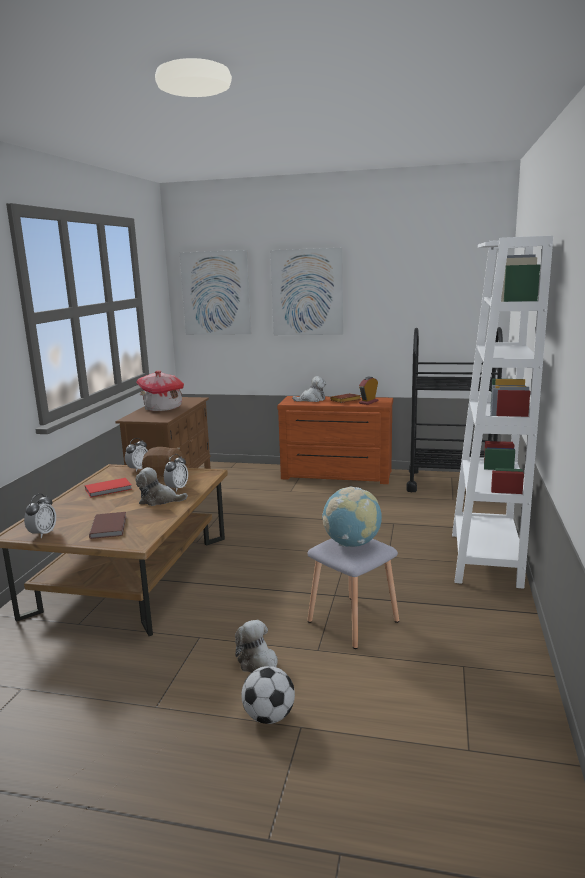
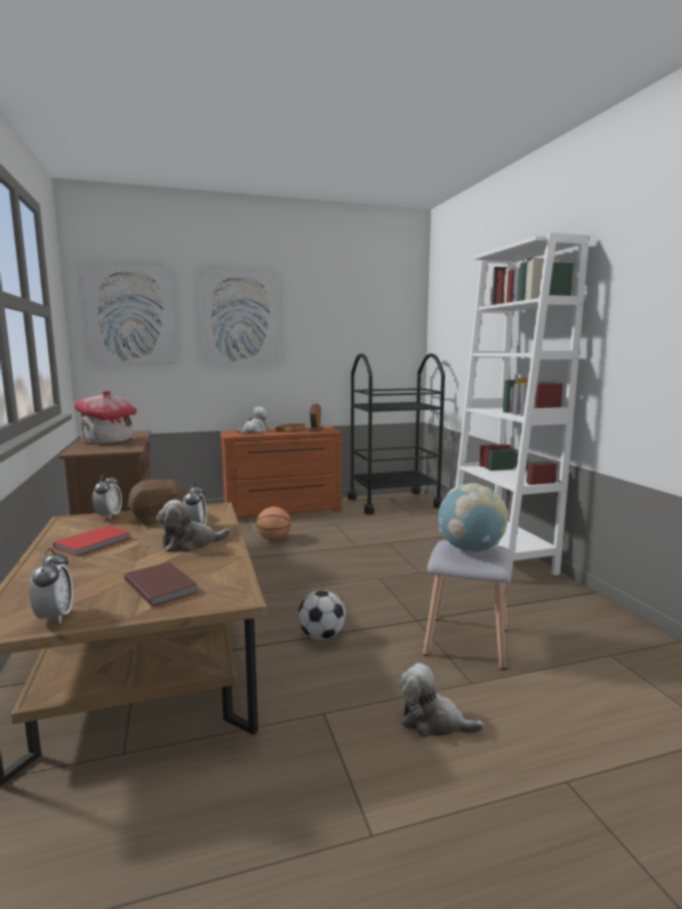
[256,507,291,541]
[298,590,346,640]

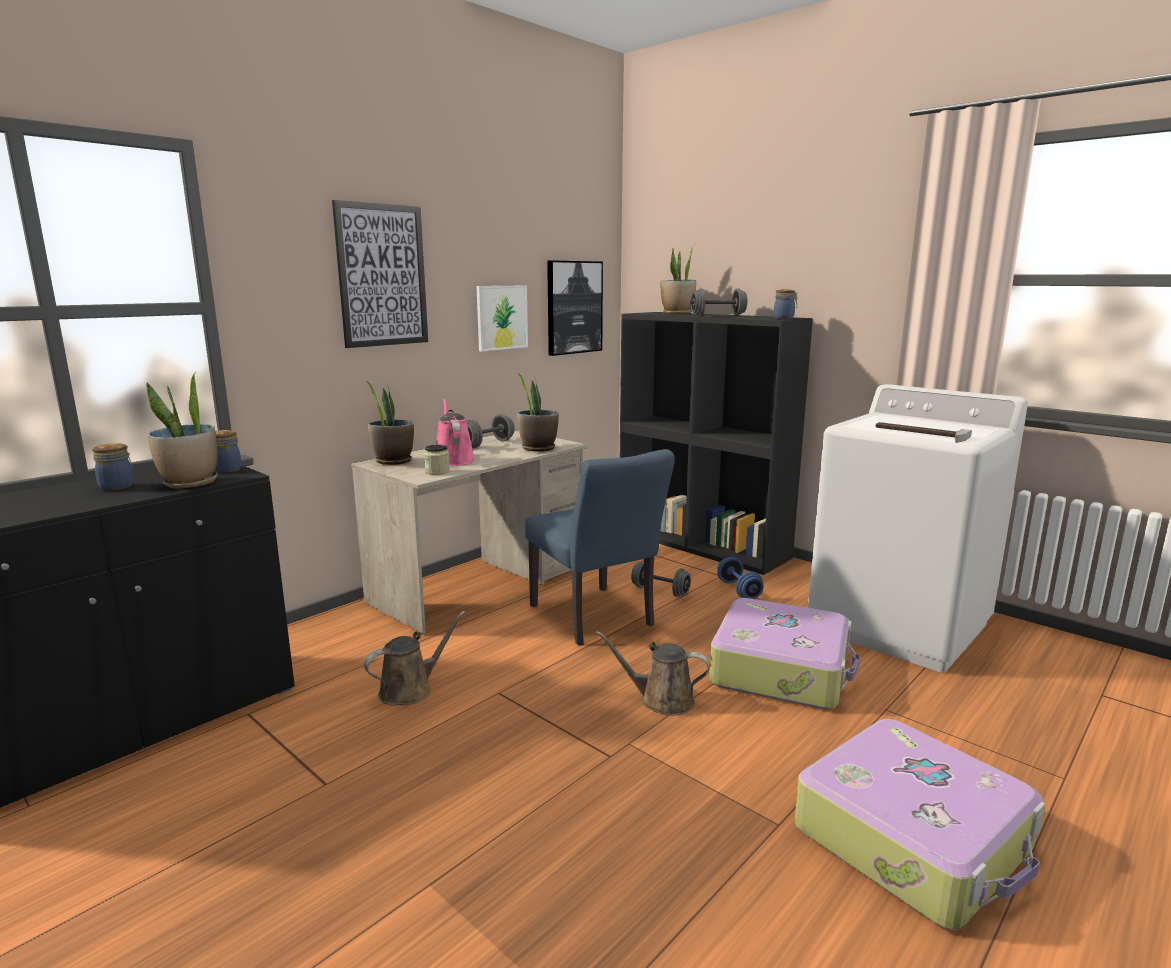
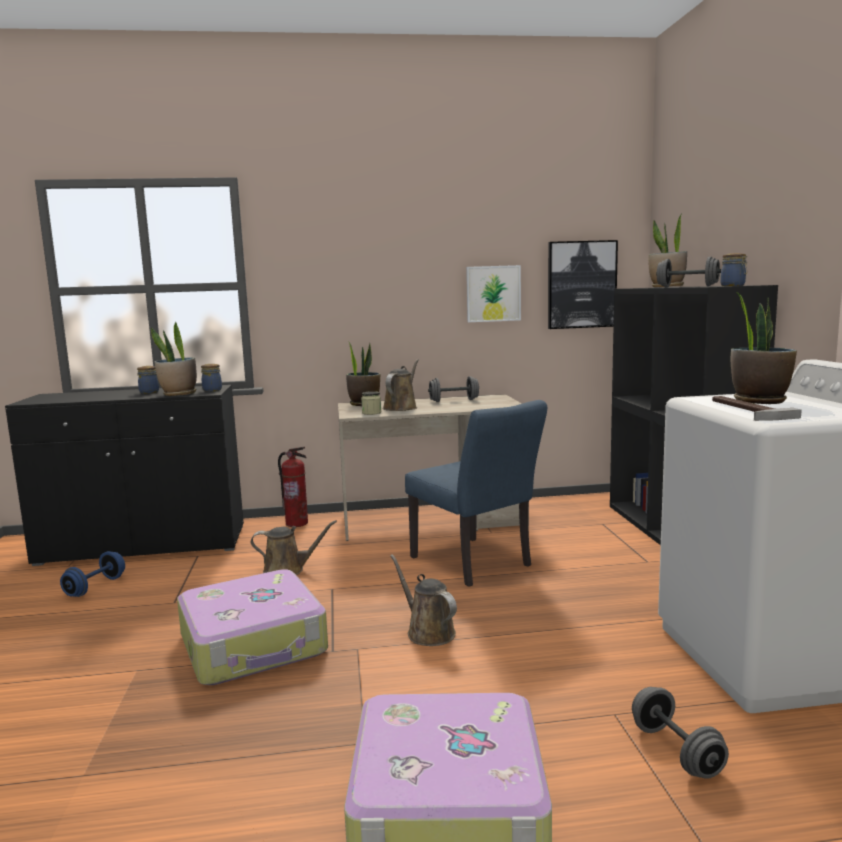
[60,551,125,597]
[177,569,328,685]
[278,447,308,527]
[383,359,419,411]
[405,400,547,587]
[632,687,729,779]
[731,292,797,404]
[332,200,428,348] (first image)

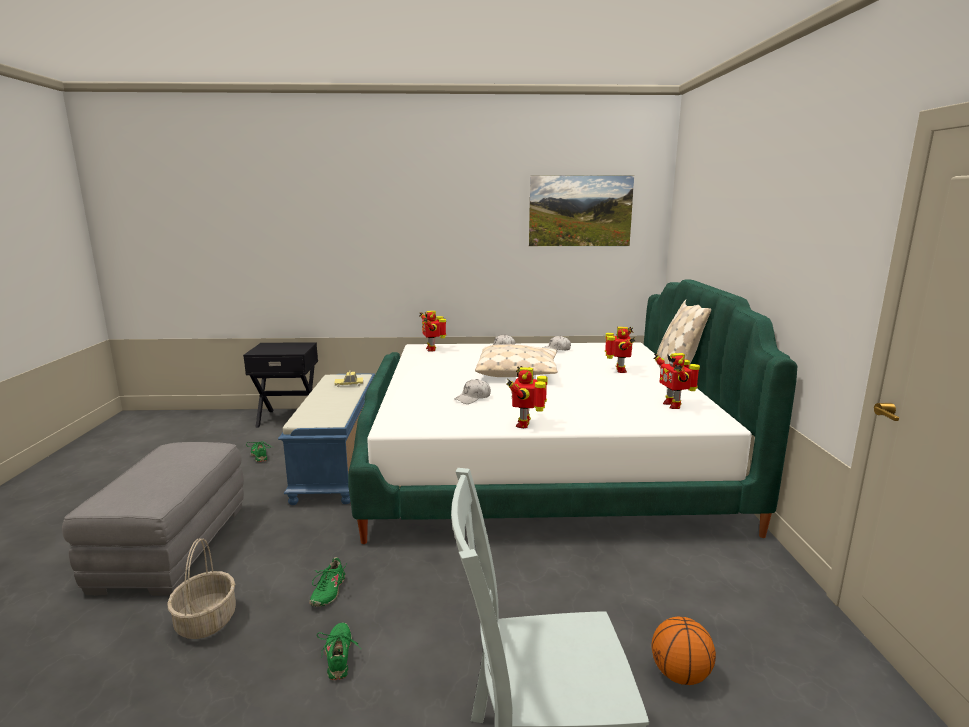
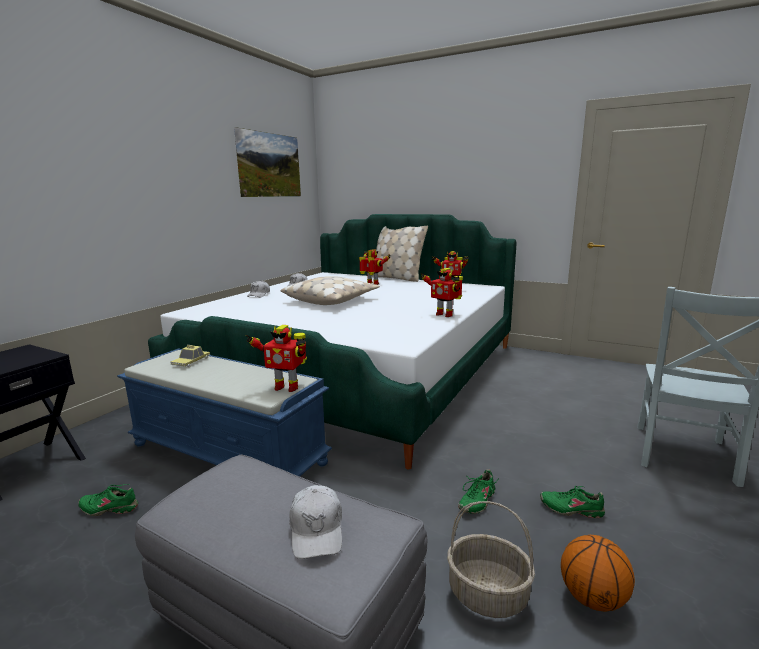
[246,325,307,392]
[289,485,342,559]
[458,469,497,514]
[561,535,635,611]

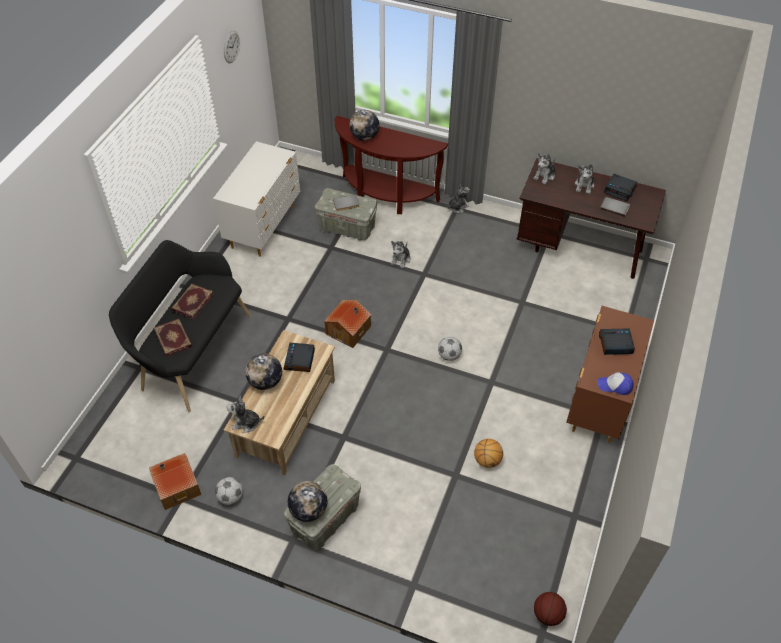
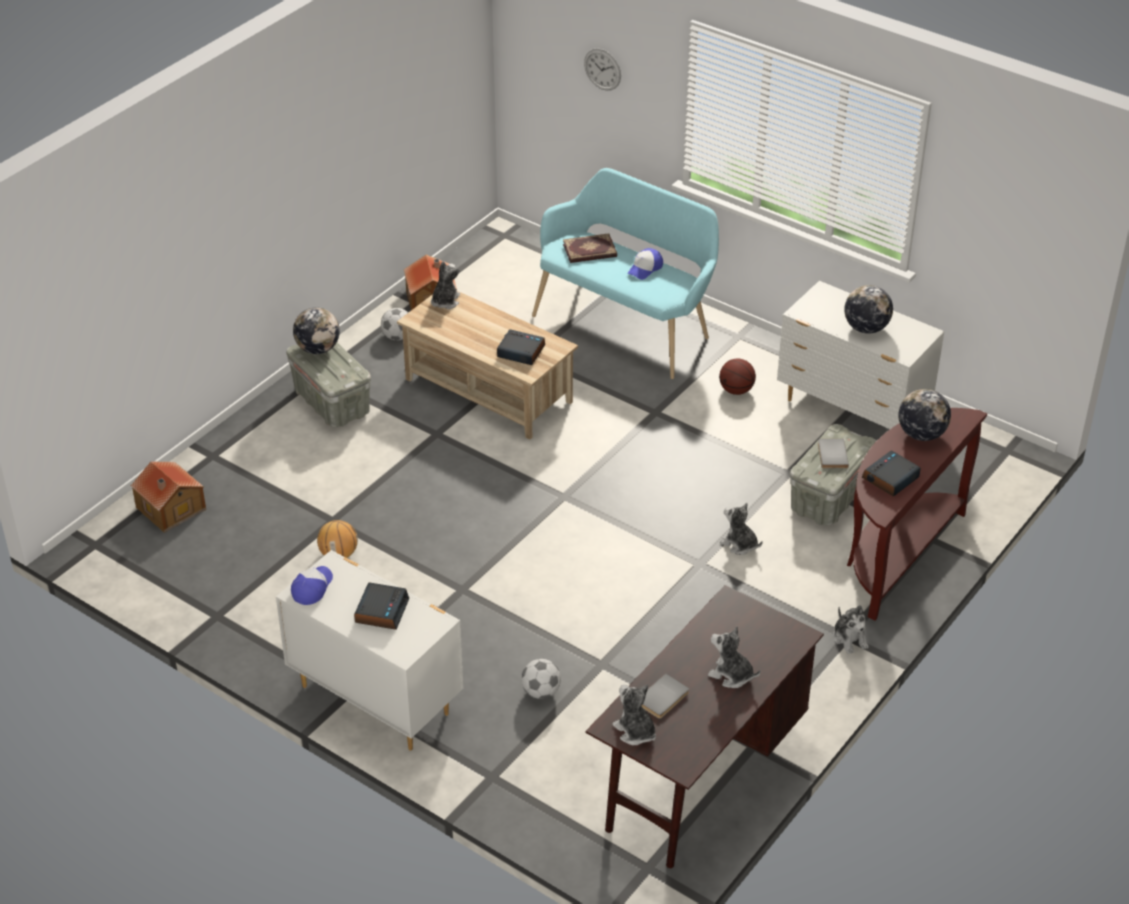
[131,461,206,533]
[276,550,464,751]
[521,659,561,699]
[532,168,719,379]
[584,49,621,91]
[612,684,656,745]
[627,248,663,280]
[719,359,756,395]
[844,285,893,334]
[861,450,921,497]

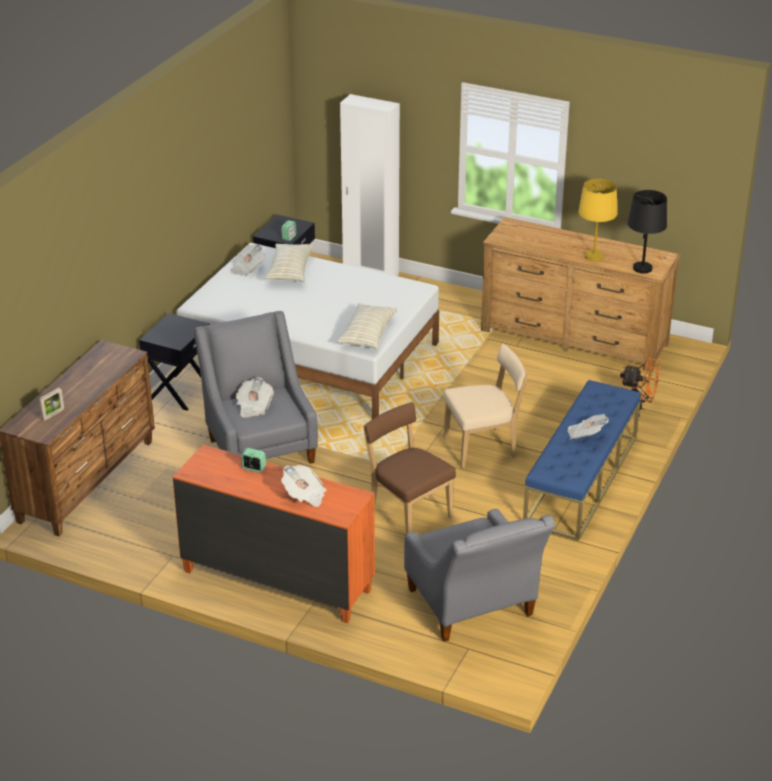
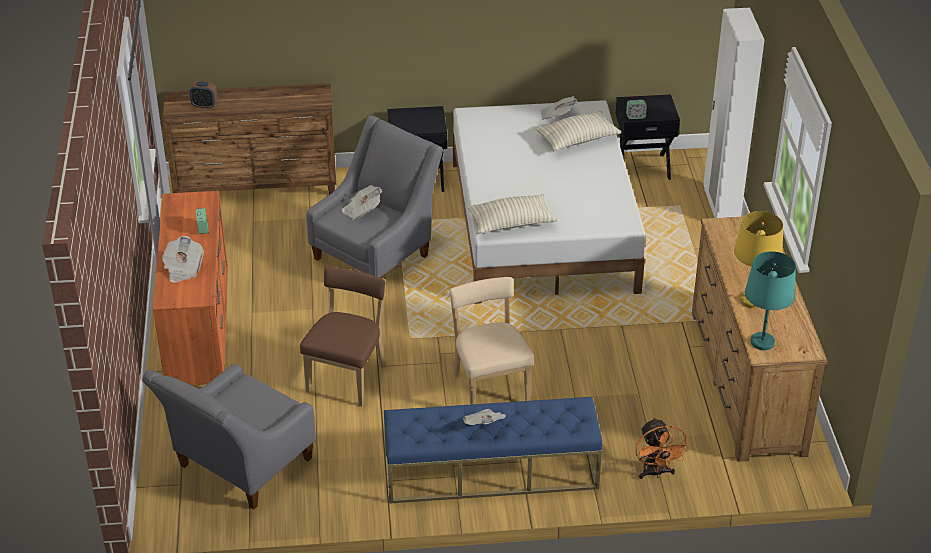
[189,82,217,109]
[449,277,534,405]
[745,251,796,350]

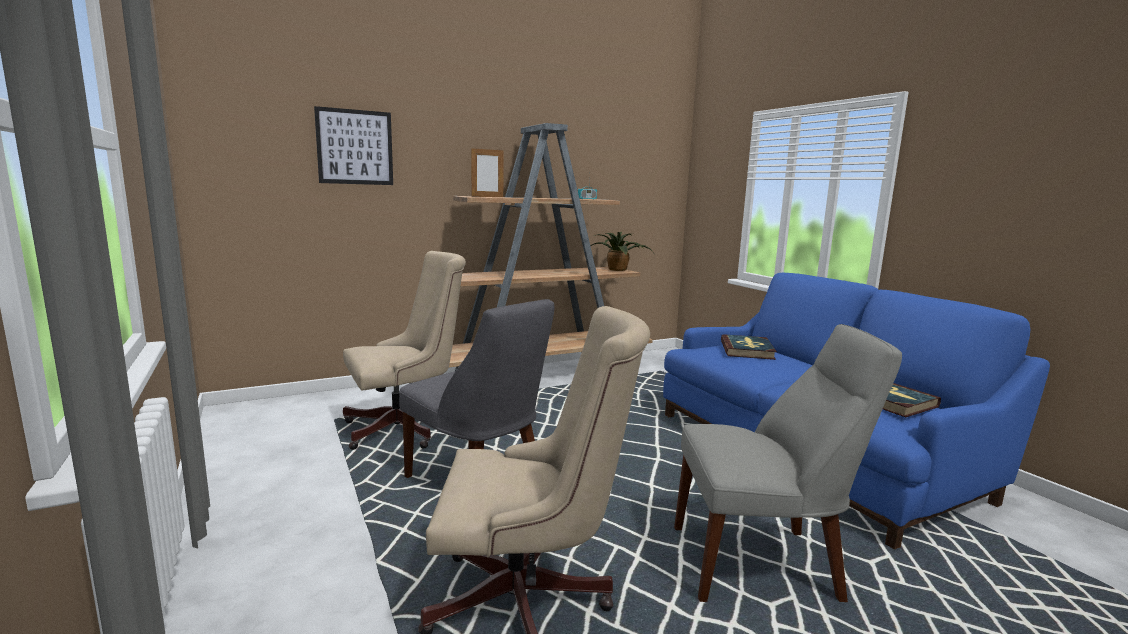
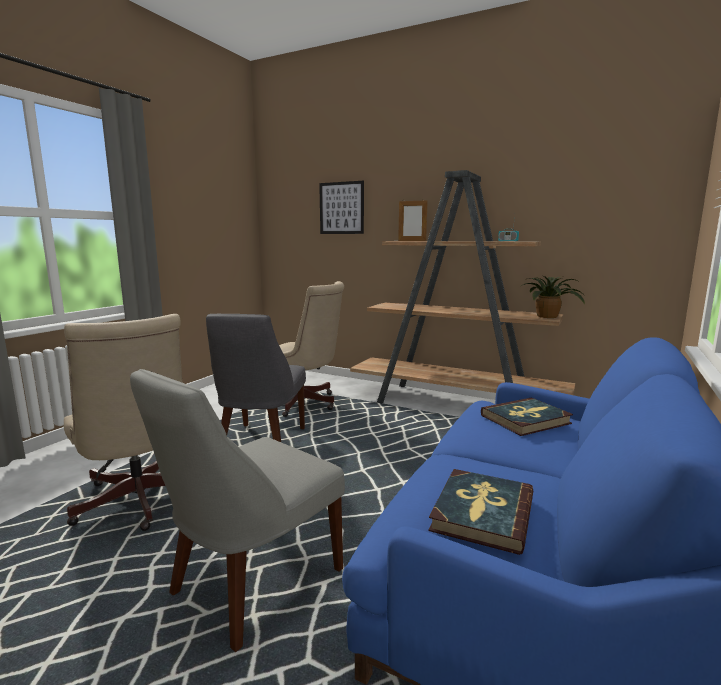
[130,369,345,652]

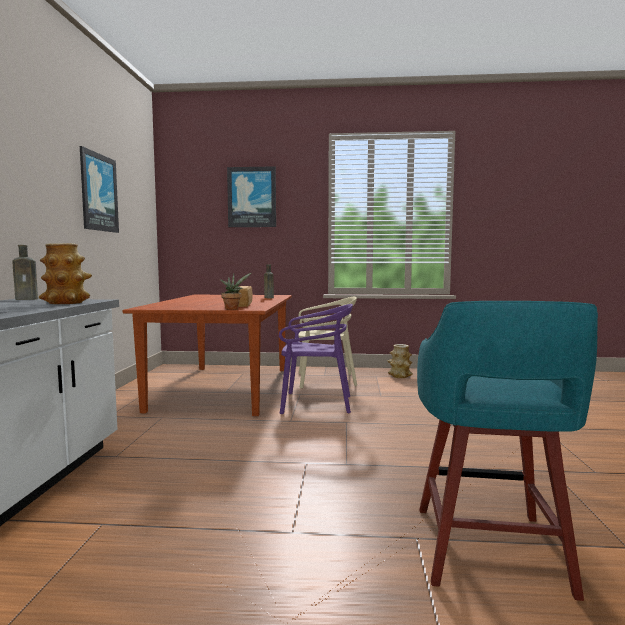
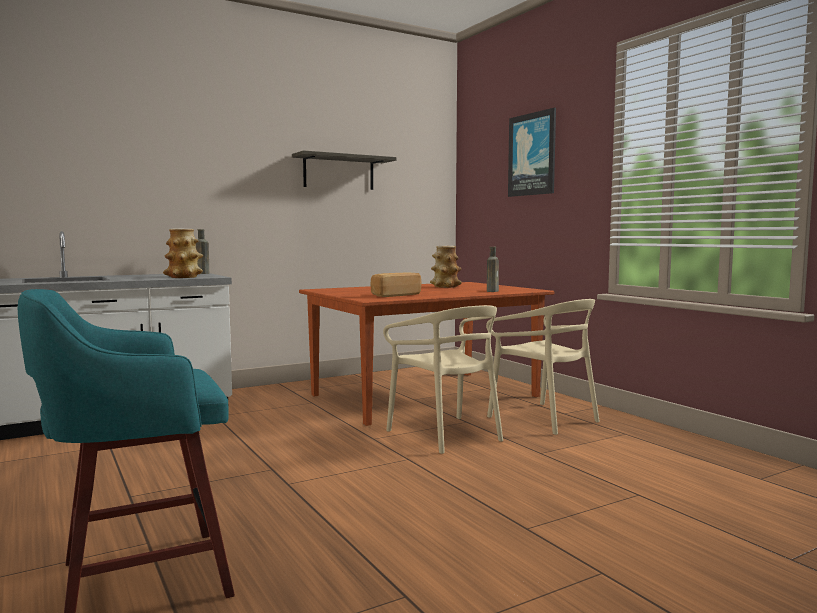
[292,151,396,190]
[383,305,503,454]
[430,246,462,288]
[220,273,251,310] (first image)

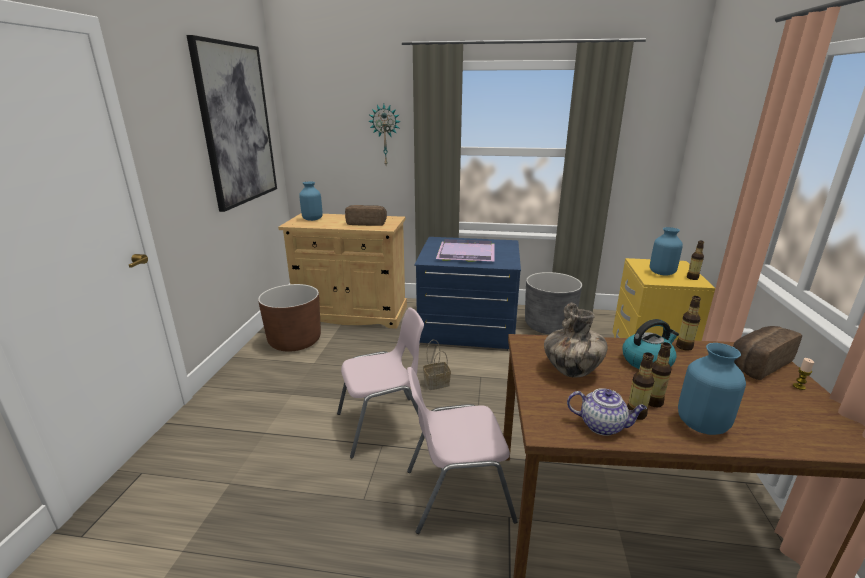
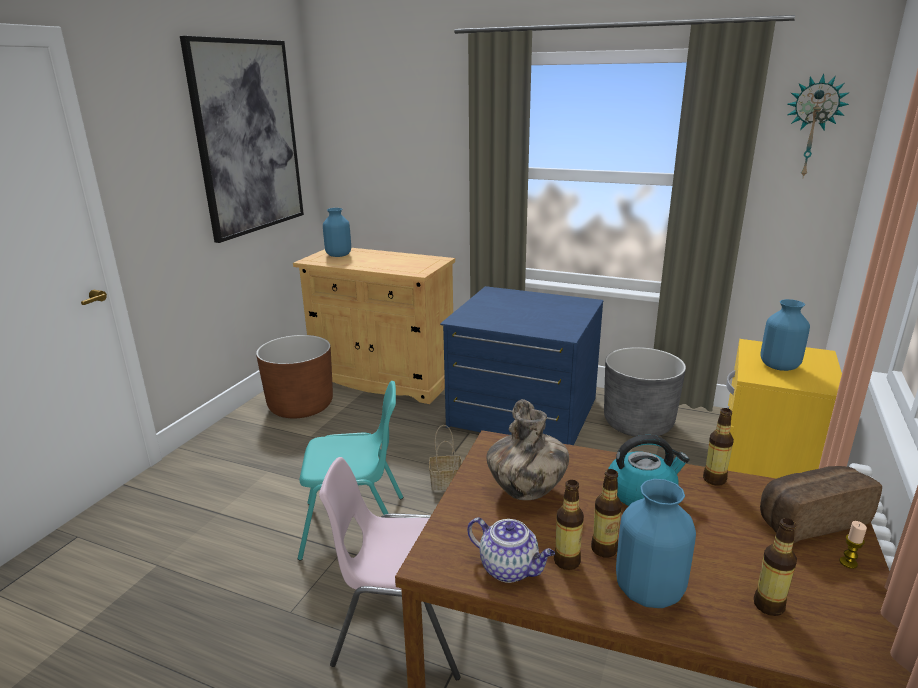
[298,381,403,561]
[754,518,797,616]
[787,74,850,177]
[345,205,387,226] (first image)
[436,239,495,262] (first image)

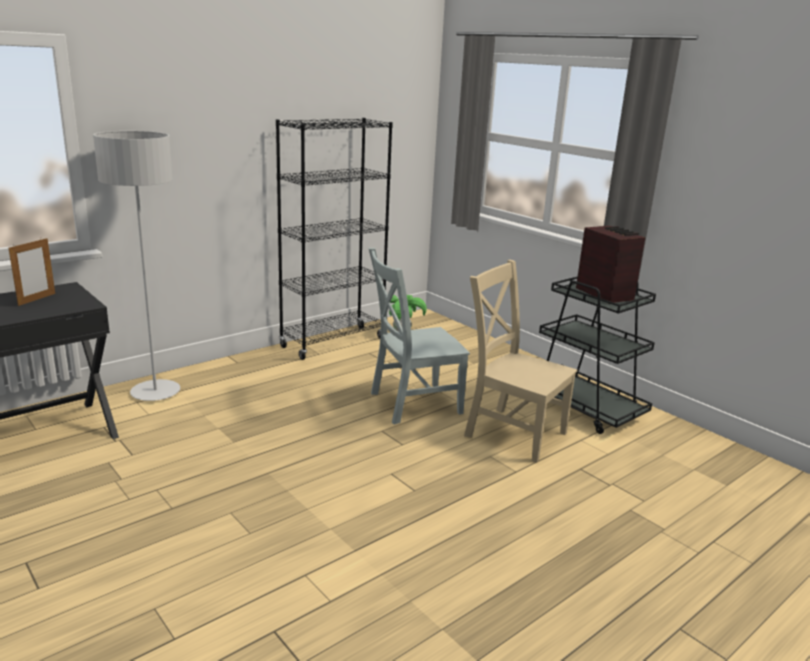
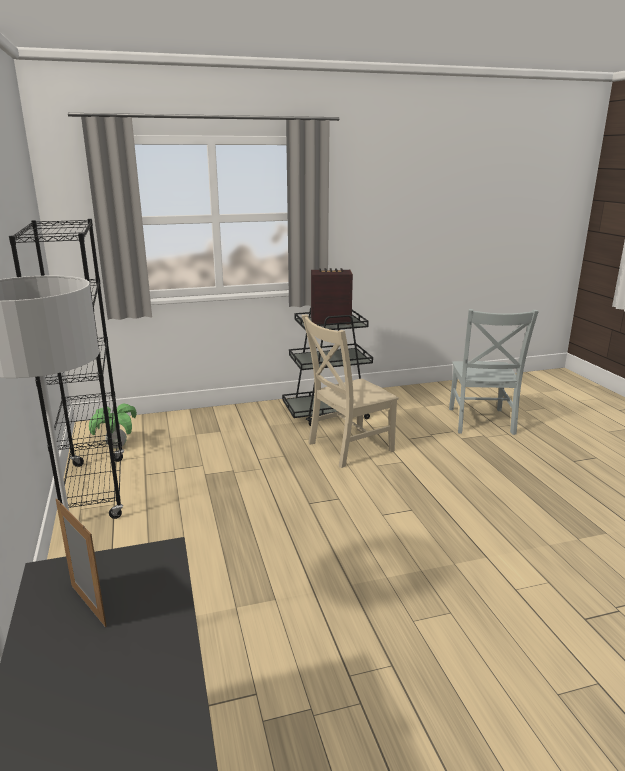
[449,309,539,435]

